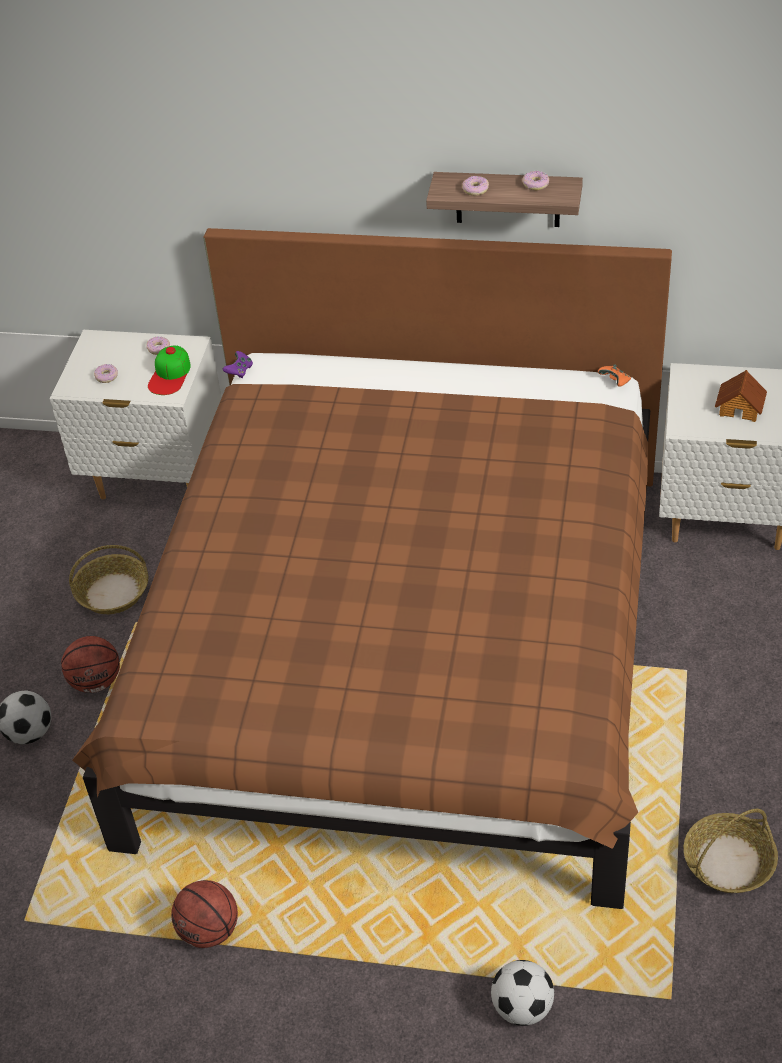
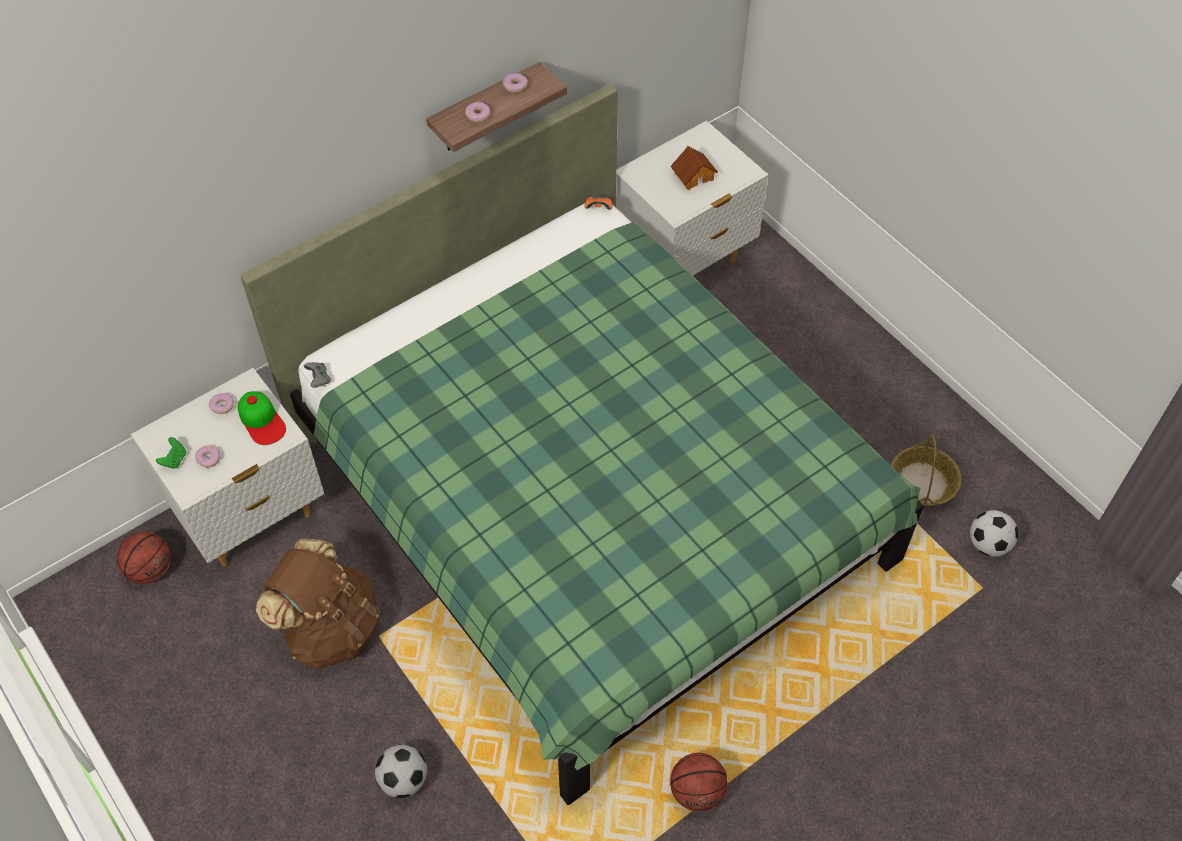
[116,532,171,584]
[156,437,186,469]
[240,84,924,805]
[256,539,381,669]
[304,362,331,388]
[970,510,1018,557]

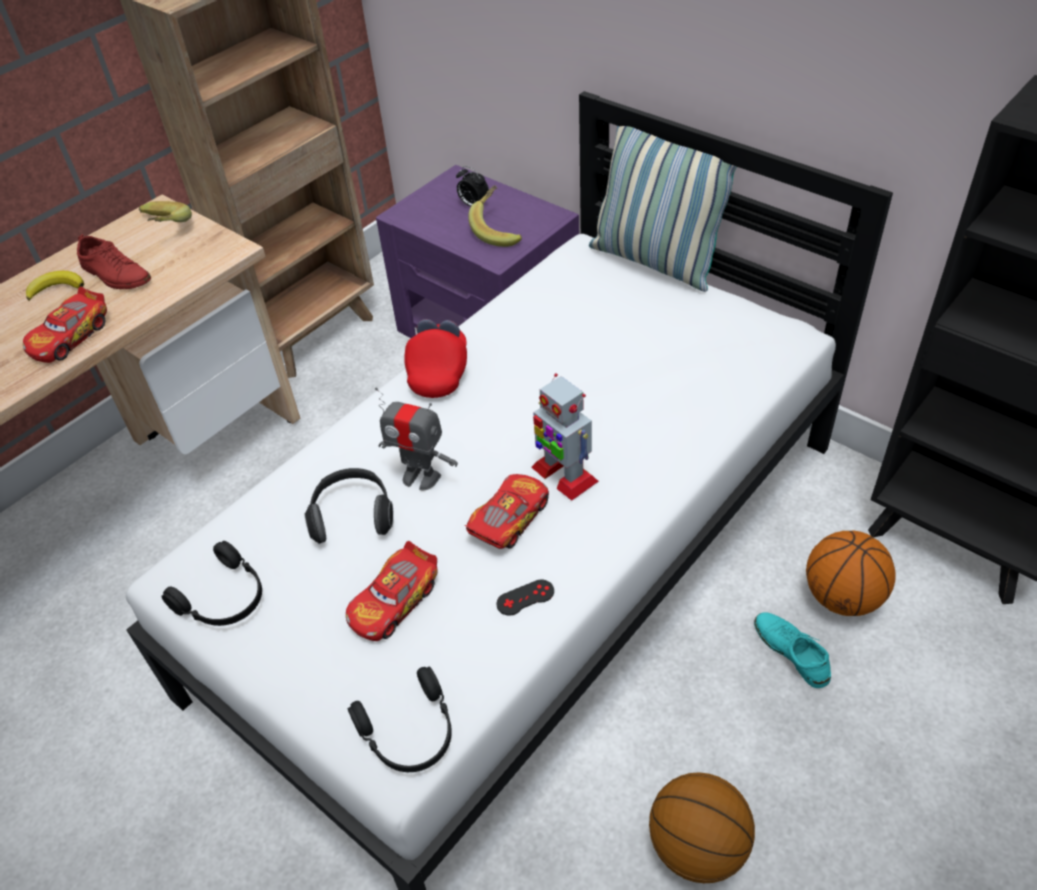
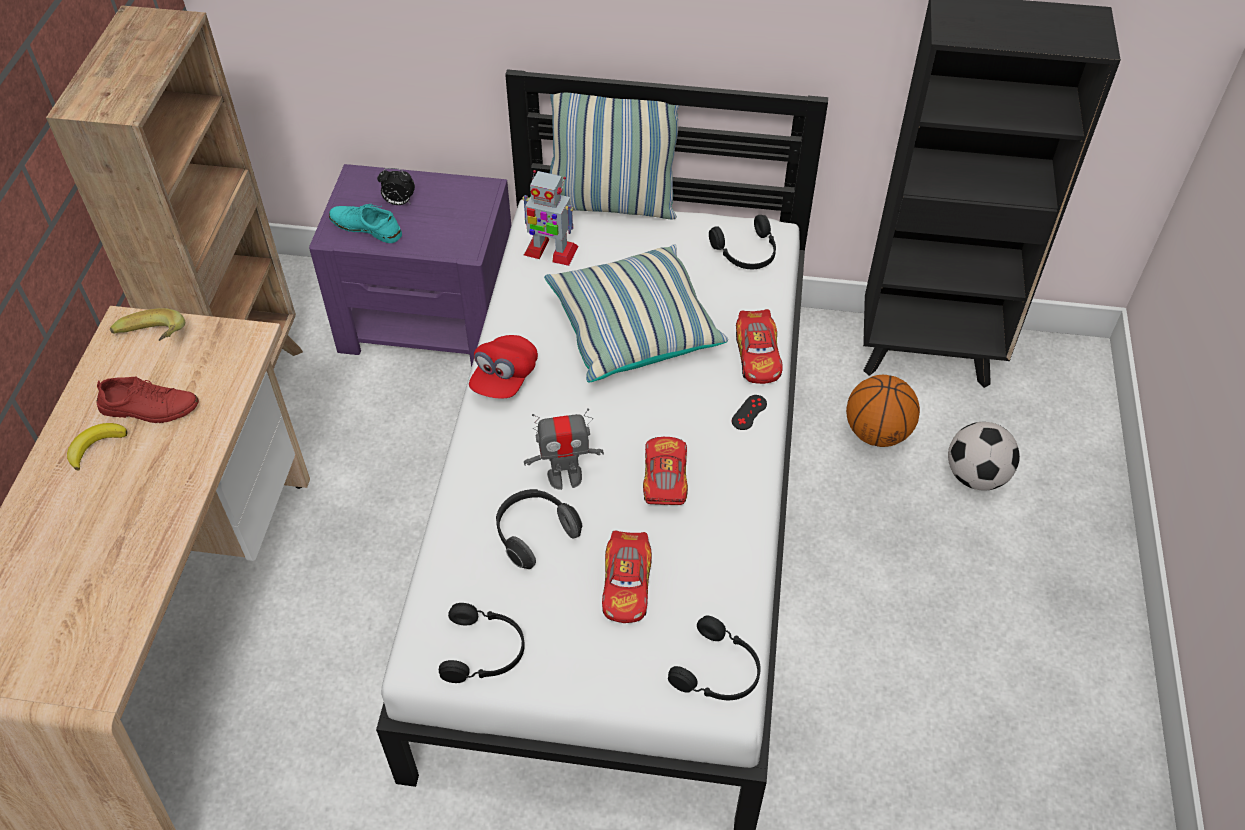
[329,204,402,243]
[469,335,538,399]
[522,170,579,266]
[544,244,728,382]
[709,215,776,269]
[732,395,767,430]
[736,309,783,384]
[948,422,1020,491]
[468,185,522,247] (first image)
[649,772,755,883] (first image)

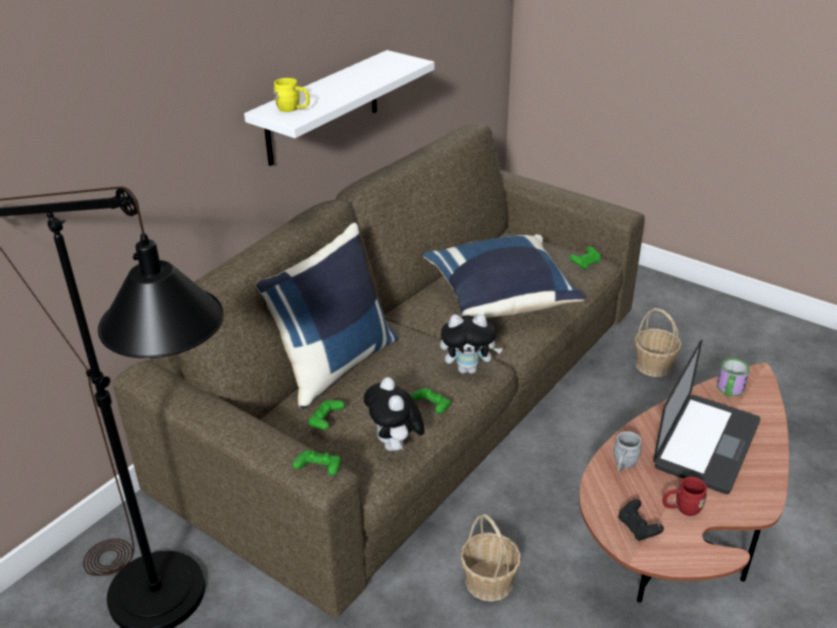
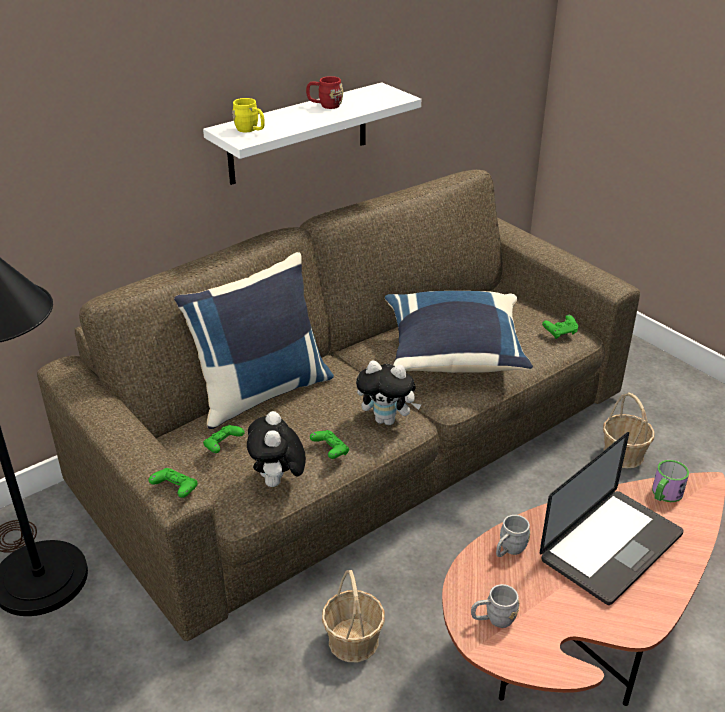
[306,76,343,109]
[471,584,520,628]

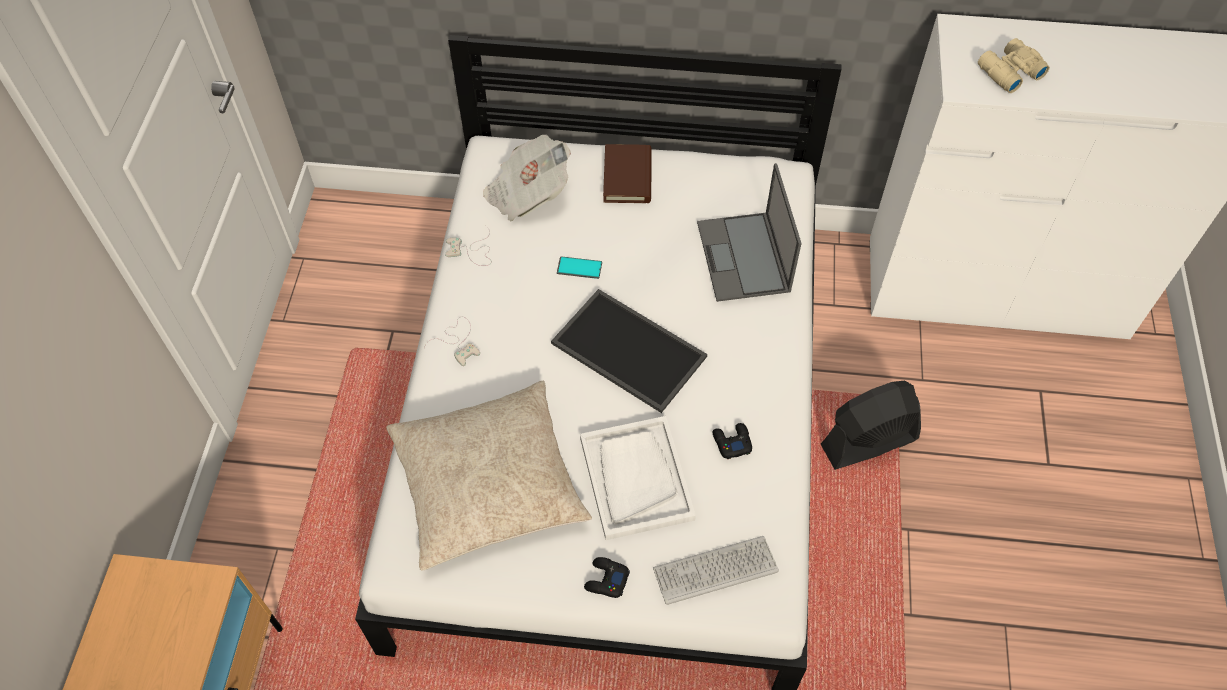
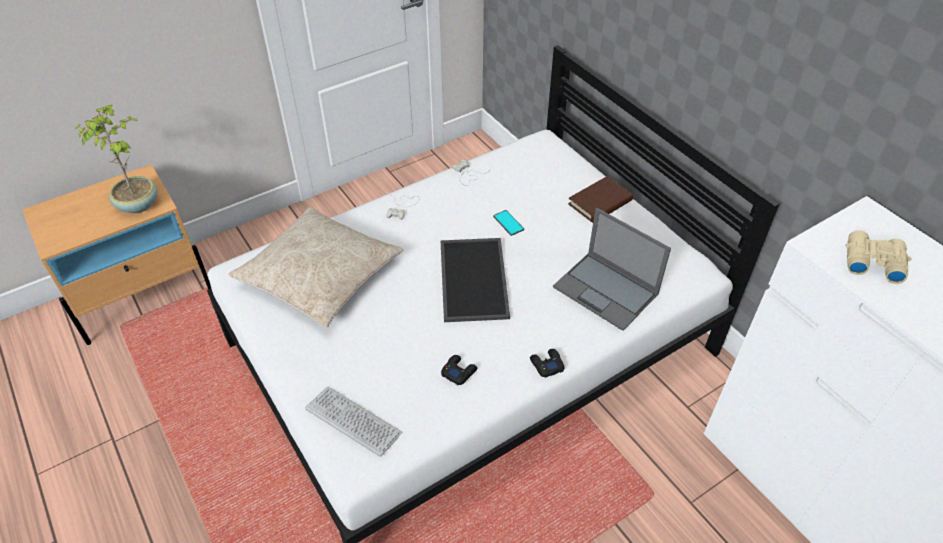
[75,104,158,213]
[530,349,564,378]
[553,208,671,331]
[483,135,571,221] (first image)
[580,416,696,540] (first image)
[821,380,921,470] (first image)

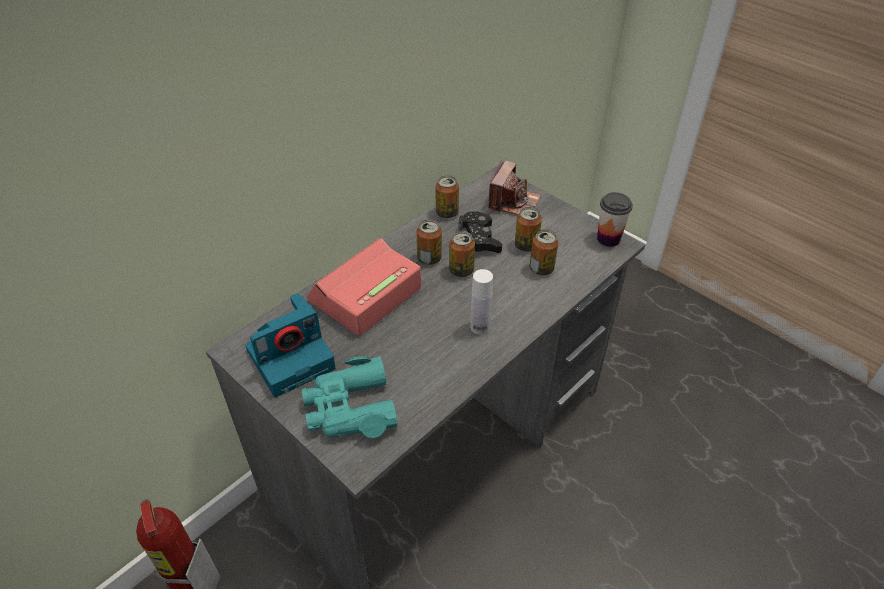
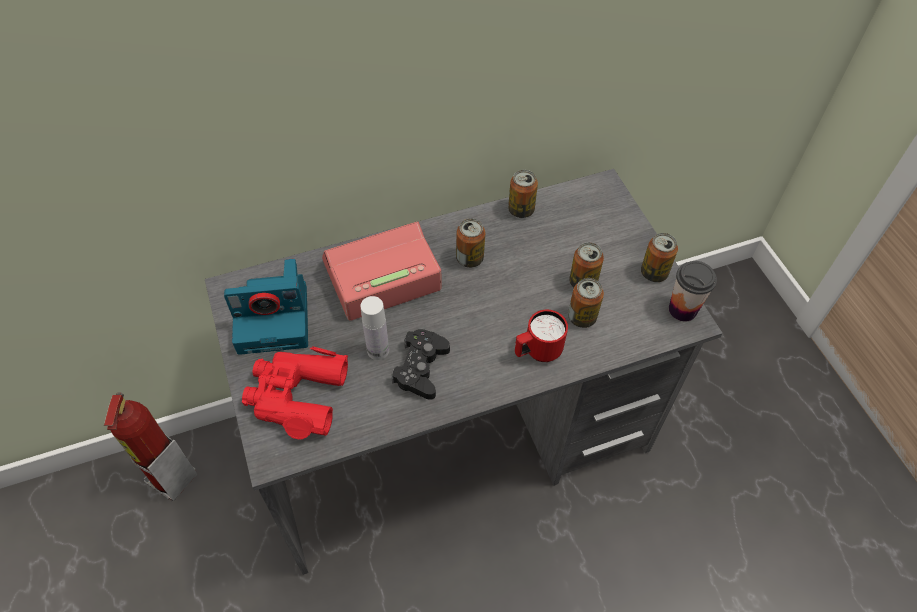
[242,346,348,439]
[360,296,389,360]
[392,329,450,400]
[515,310,568,362]
[641,233,678,282]
[488,160,541,215] (first image)

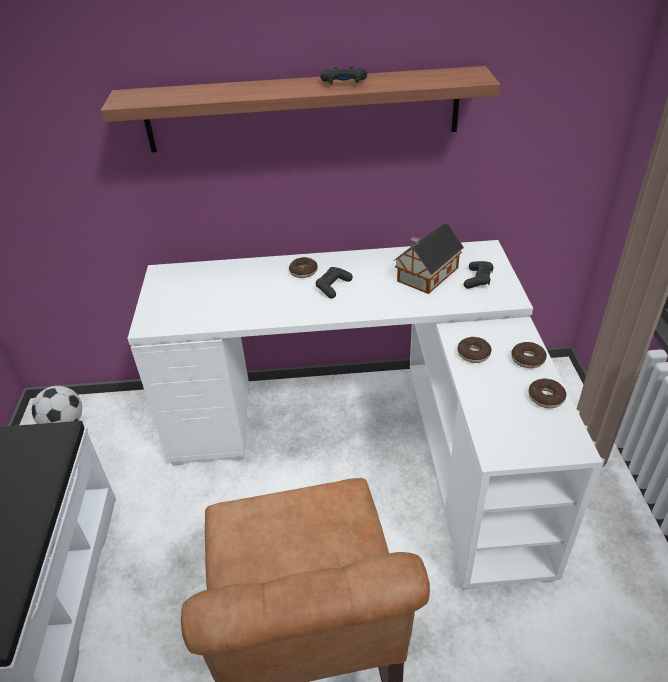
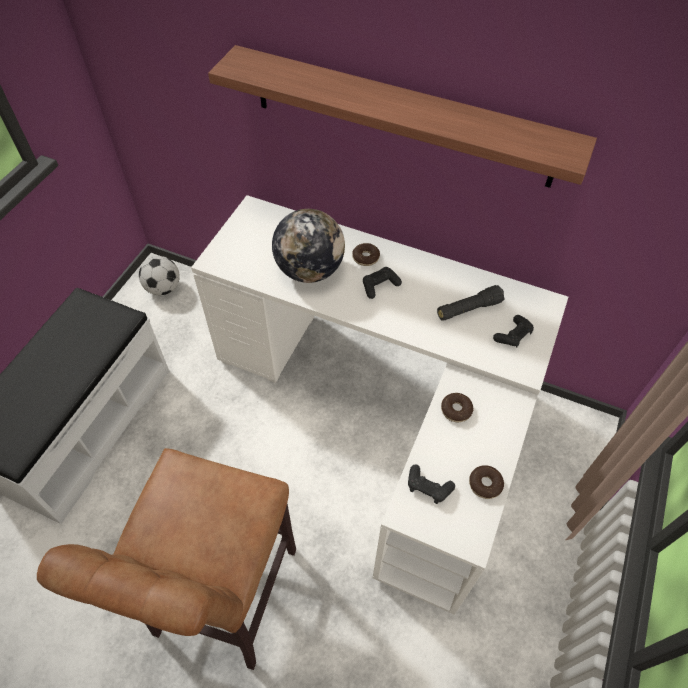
[272,209,345,283]
[408,464,455,504]
[437,285,505,321]
[511,342,547,368] (first image)

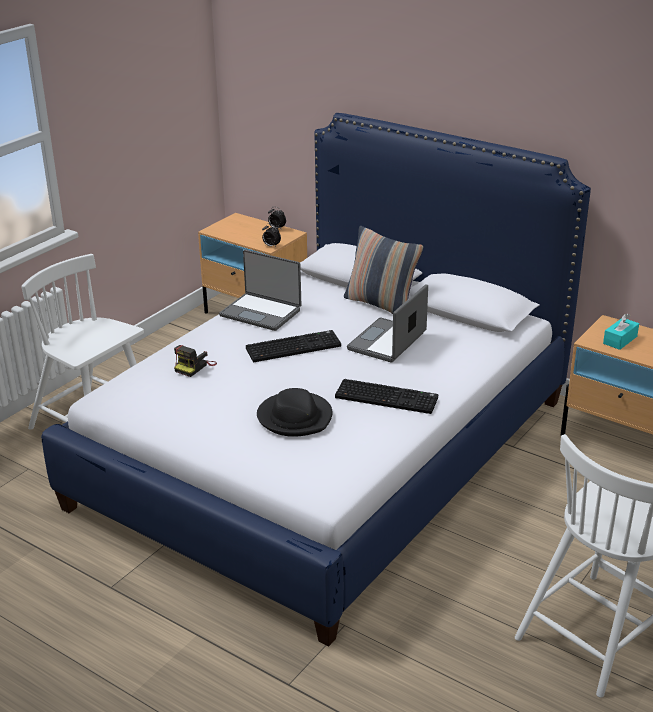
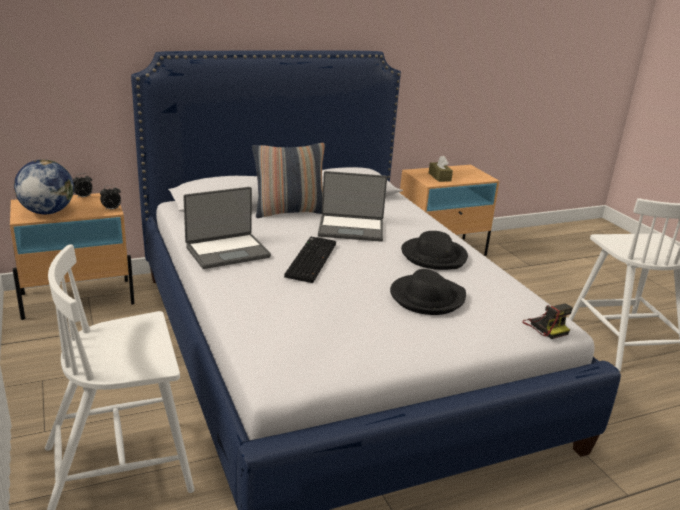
[14,159,74,214]
[318,171,387,242]
[401,231,468,270]
[429,156,453,182]
[522,304,573,339]

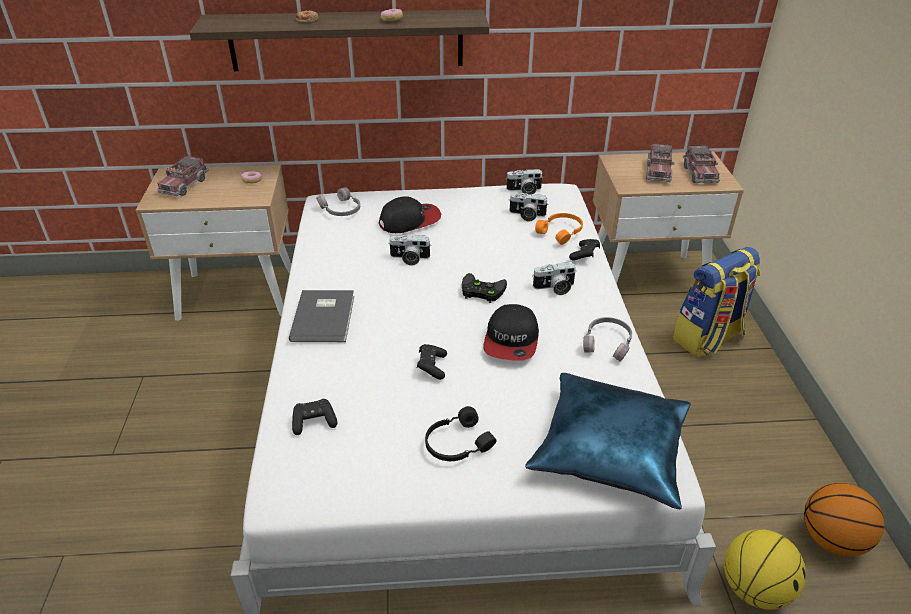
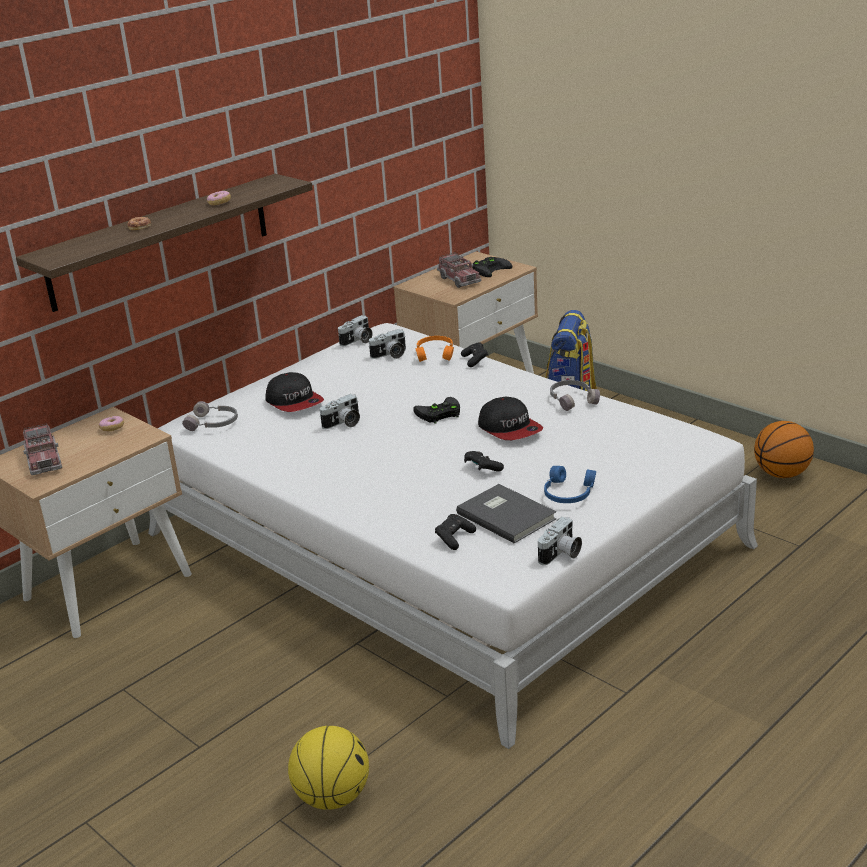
[265,372,324,412]
[288,726,369,810]
[456,484,556,543]
[472,257,512,277]
[538,517,582,565]
[544,466,596,503]
[525,373,691,509] (first image)

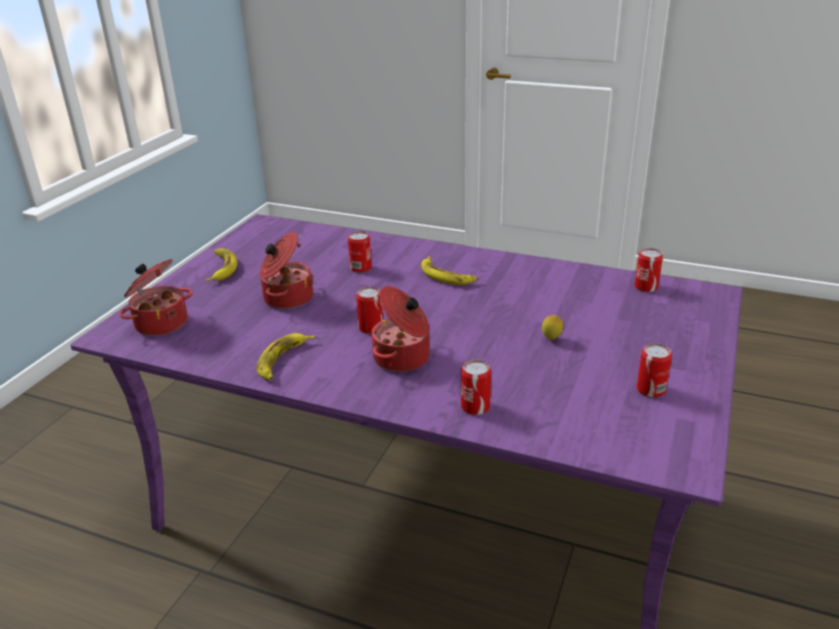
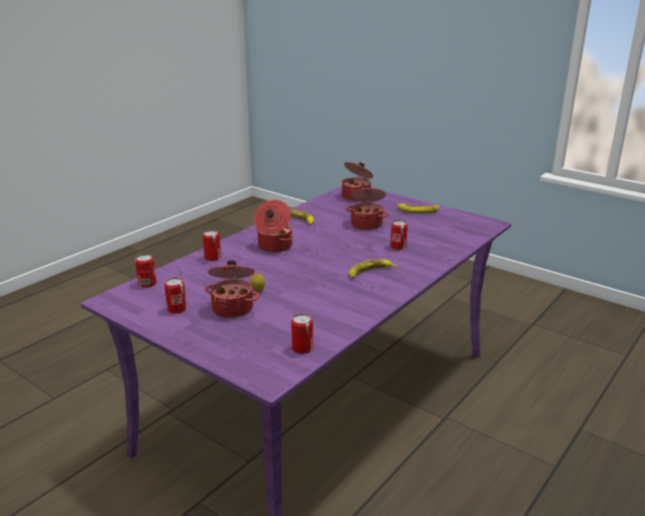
[135,254,156,288]
[205,260,259,318]

